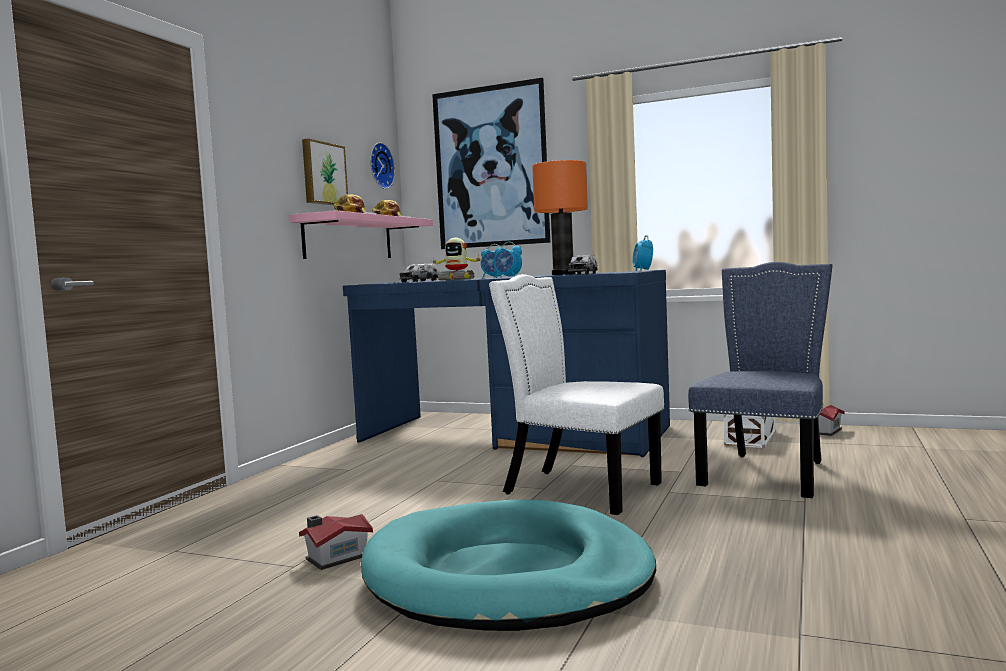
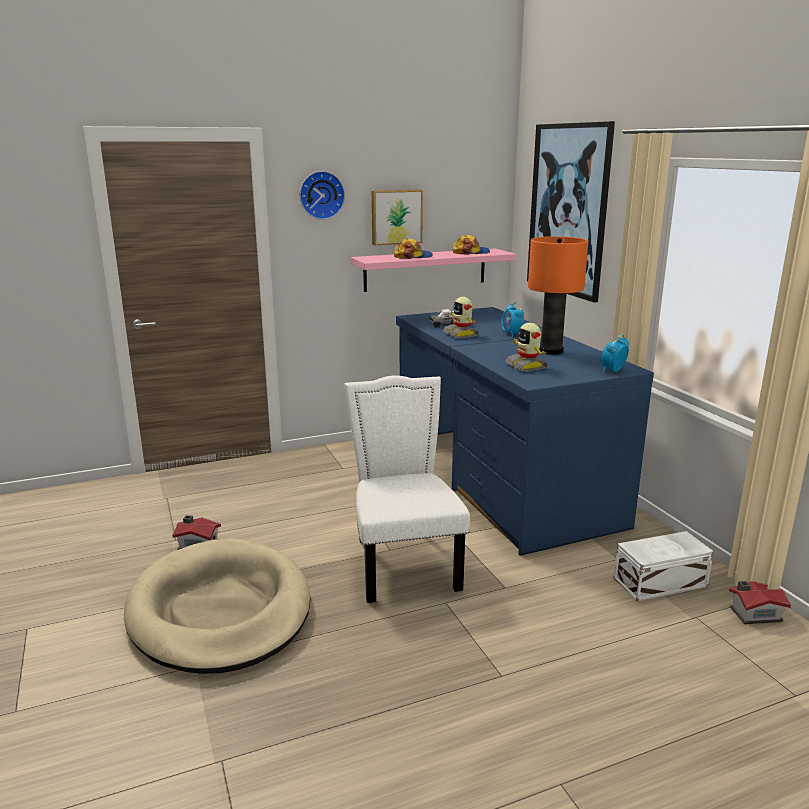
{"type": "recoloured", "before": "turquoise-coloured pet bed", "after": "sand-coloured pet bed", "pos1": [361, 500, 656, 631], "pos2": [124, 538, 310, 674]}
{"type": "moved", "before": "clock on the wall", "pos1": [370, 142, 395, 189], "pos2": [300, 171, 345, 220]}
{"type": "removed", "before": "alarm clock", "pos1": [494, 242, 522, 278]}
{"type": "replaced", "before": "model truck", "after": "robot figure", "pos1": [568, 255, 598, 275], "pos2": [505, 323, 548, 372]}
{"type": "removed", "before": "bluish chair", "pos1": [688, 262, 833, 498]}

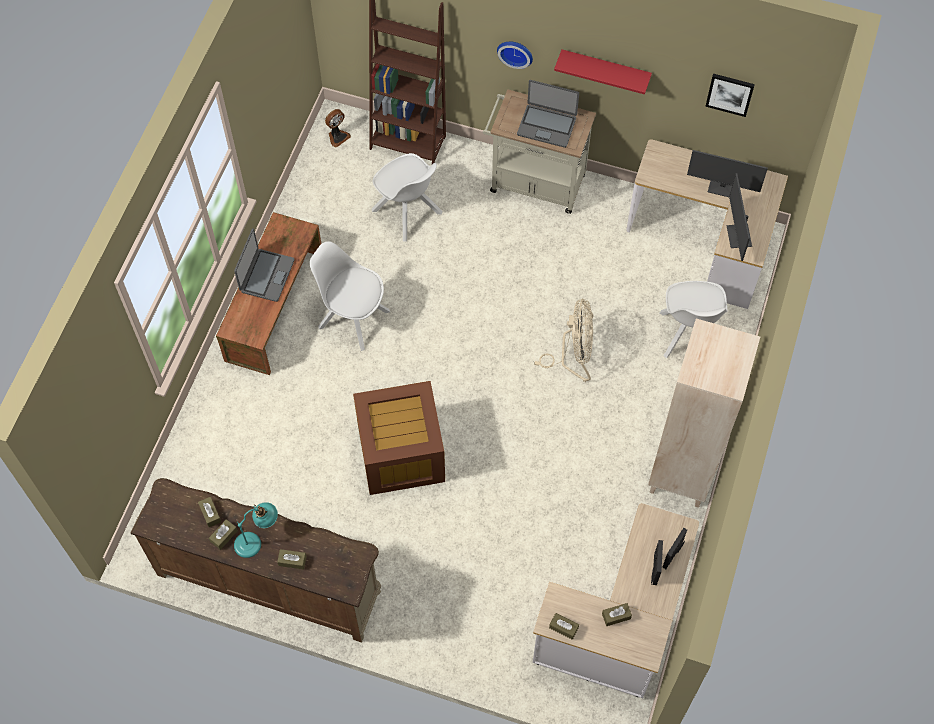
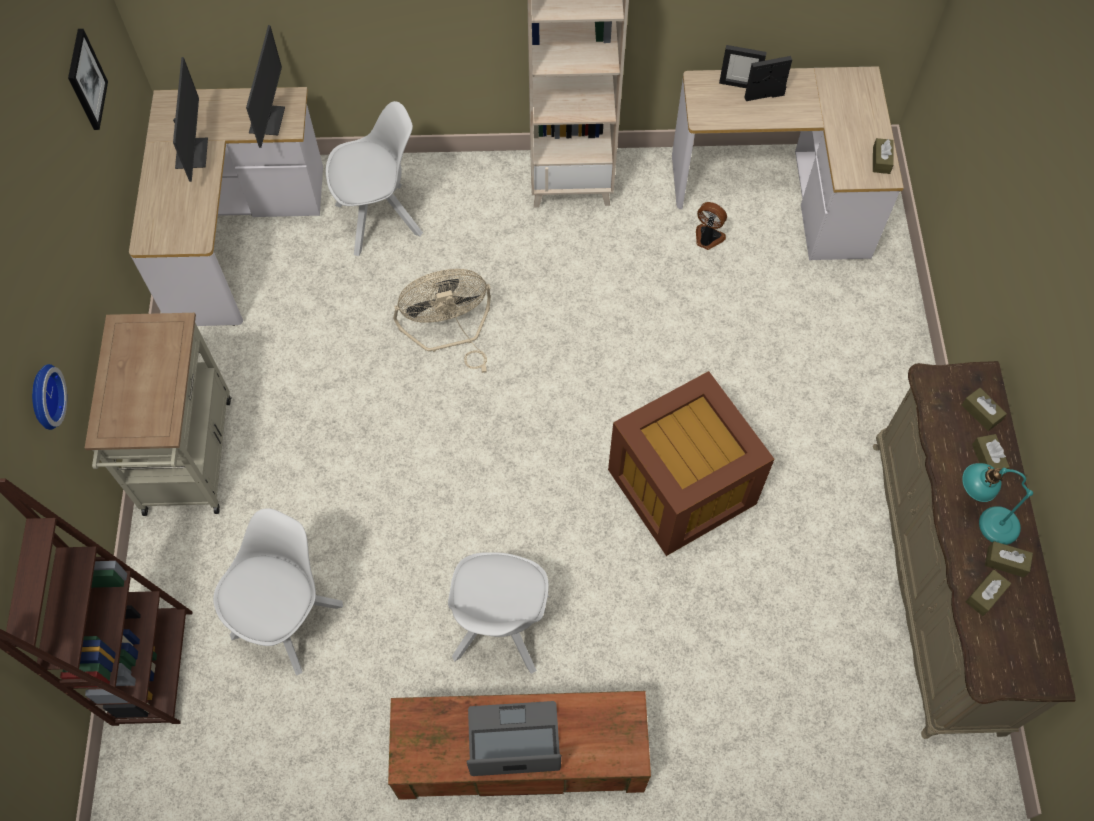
{"type": "moved", "before": "fan", "pos1": [325, 109, 351, 148], "pos2": [696, 202, 727, 250]}
{"type": "removed", "before": "laptop", "pos1": [517, 80, 579, 148]}
{"type": "removed", "before": "red wall shelf", "pos1": [554, 49, 652, 94]}
{"type": "moved", "before": "brown tissue holder", "pos1": [602, 603, 632, 626], "pos2": [962, 388, 1007, 431]}
{"type": "turned", "before": "monitor", "pos1": [727, 173, 752, 261], "pos2": [246, 25, 285, 148], "turn": -60}

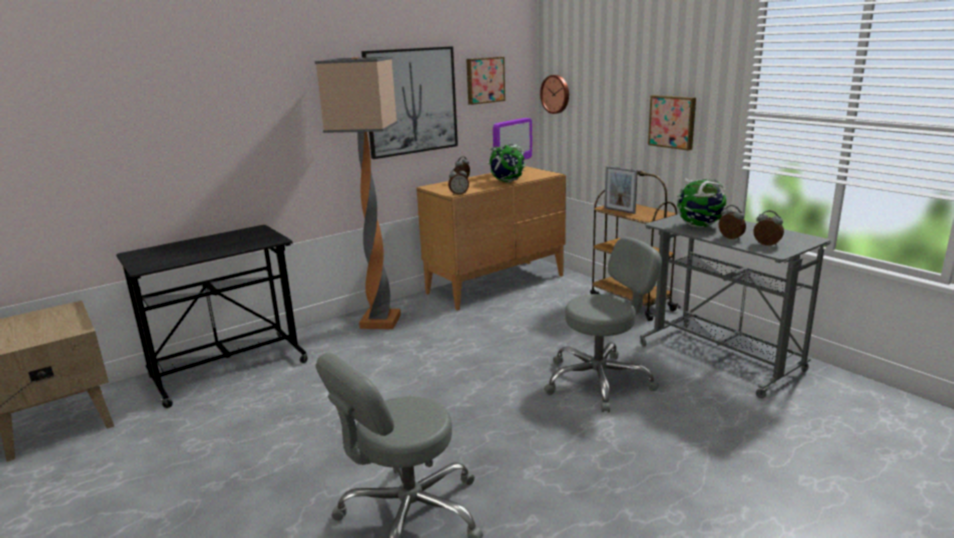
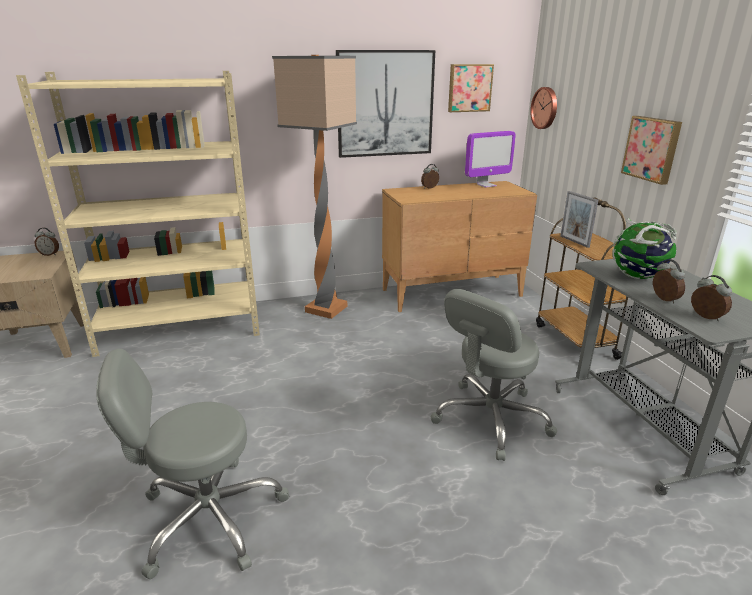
{"type": "replaced", "before": "blackish desk", "after": "sand-coloured bookshelf", "pos1": [116, 225, 308, 408], "pos2": [16, 71, 260, 357]}
{"type": "moved", "before": "alarm clock", "pos1": [448, 167, 469, 195], "pos2": [35, 228, 59, 256]}
{"type": "removed", "before": "world globe", "pos1": [488, 143, 526, 183]}
{"type": "turned", "before": "greyish desk chair", "pos1": [544, 237, 662, 412], "pos2": [431, 289, 557, 461], "turn": 135}

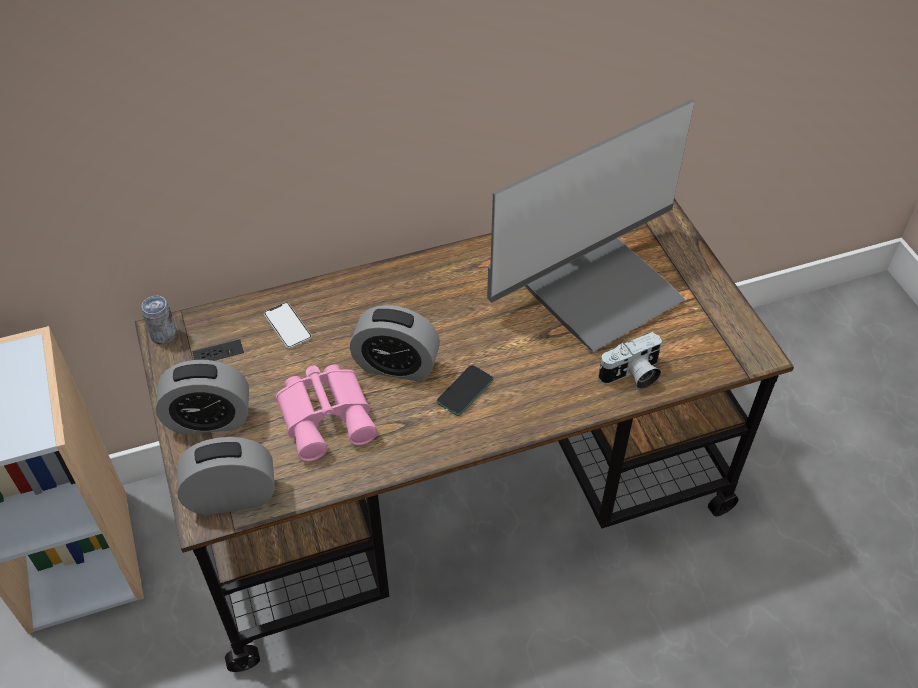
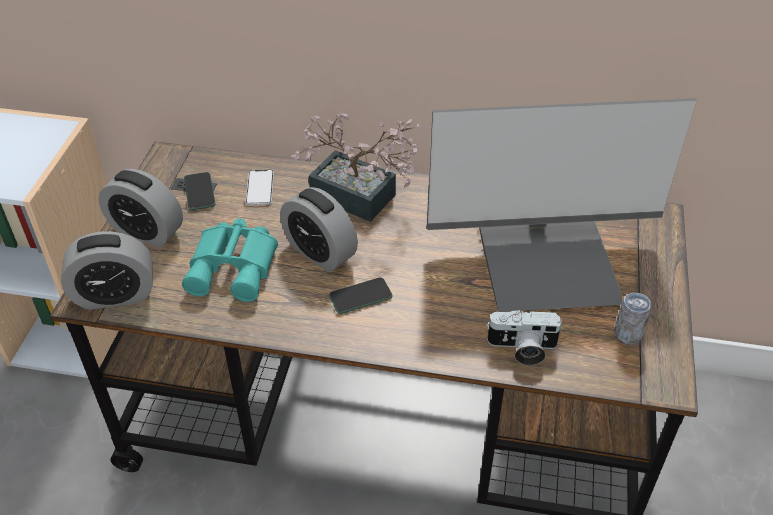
{"type": "moved", "before": "sealed can", "pos1": [141, 296, 177, 344], "pos2": [613, 293, 651, 345]}
{"type": "turned", "before": "alarm clock", "pos1": [177, 437, 275, 515], "pos2": [61, 231, 153, 310], "turn": 150}
{"type": "recoloured", "before": "pinkish binoculars", "after": "turquoise-coloured binoculars", "pos1": [276, 365, 378, 461], "pos2": [182, 218, 278, 302]}
{"type": "added", "after": "telephone", "pos2": [184, 172, 215, 210]}
{"type": "added", "after": "houseplant", "pos2": [291, 114, 422, 222]}

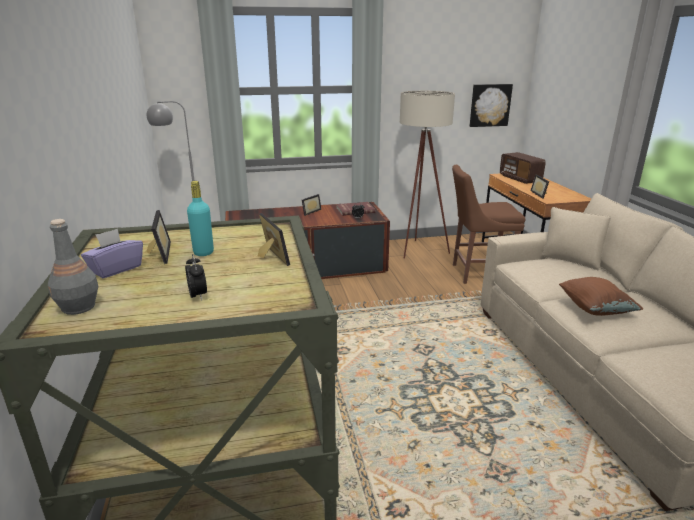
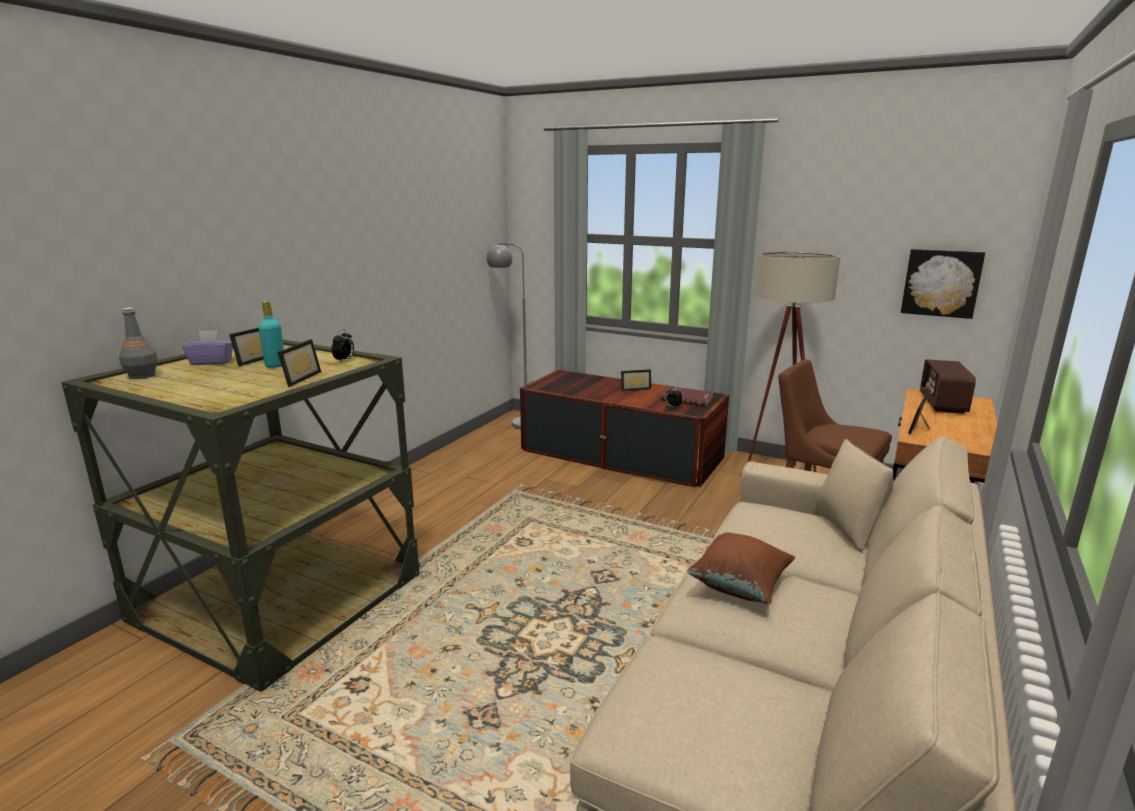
{"type": "moved", "before": "alarm clock", "pos1": [185, 254, 207, 301], "pos2": [332, 329, 354, 362]}

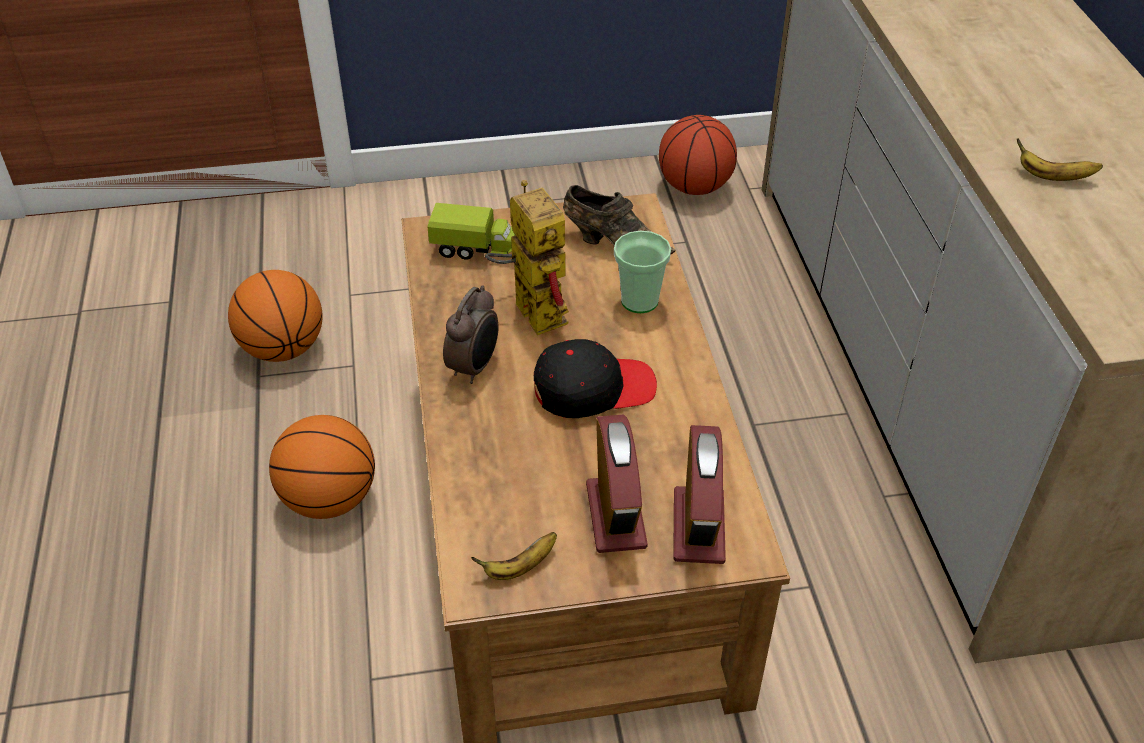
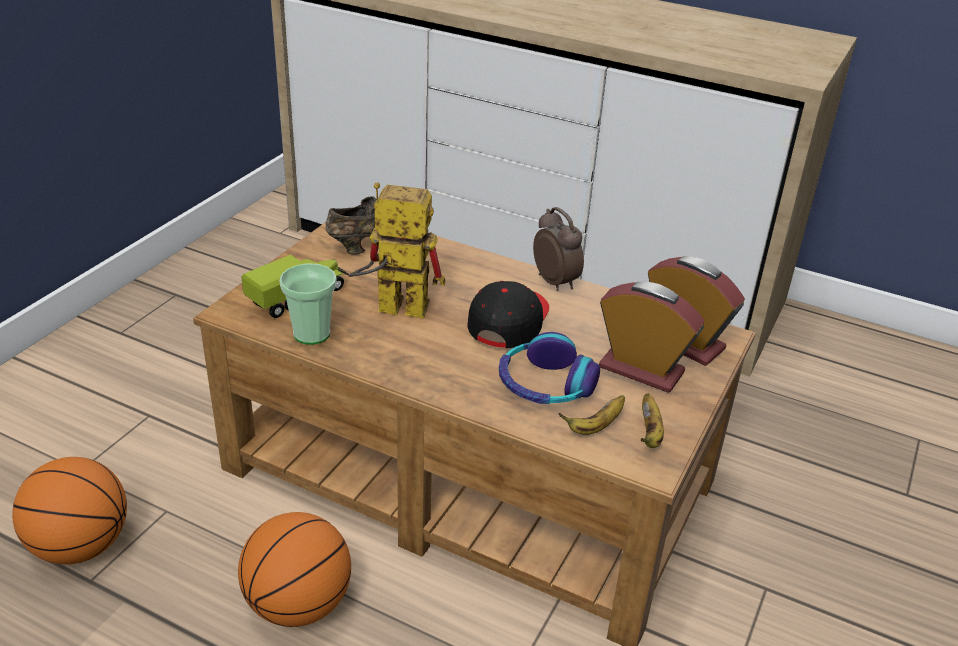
{"type": "moved", "before": "alarm clock", "pos1": [443, 285, 499, 384], "pos2": [533, 207, 584, 291]}
{"type": "moved", "before": "drinking cup", "pos1": [614, 231, 671, 313], "pos2": [279, 263, 337, 345]}
{"type": "removed", "before": "basketball ball", "pos1": [659, 115, 737, 195]}
{"type": "moved", "before": "banana", "pos1": [1017, 138, 1103, 181], "pos2": [558, 395, 625, 435]}
{"type": "added", "after": "pair of headphones", "pos2": [499, 332, 600, 404]}

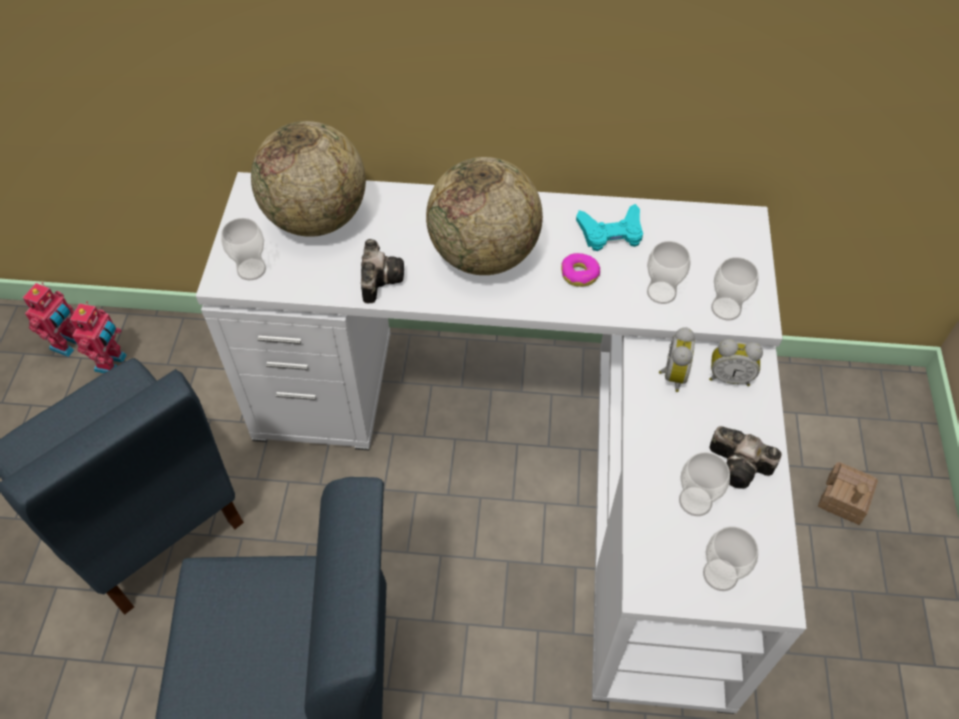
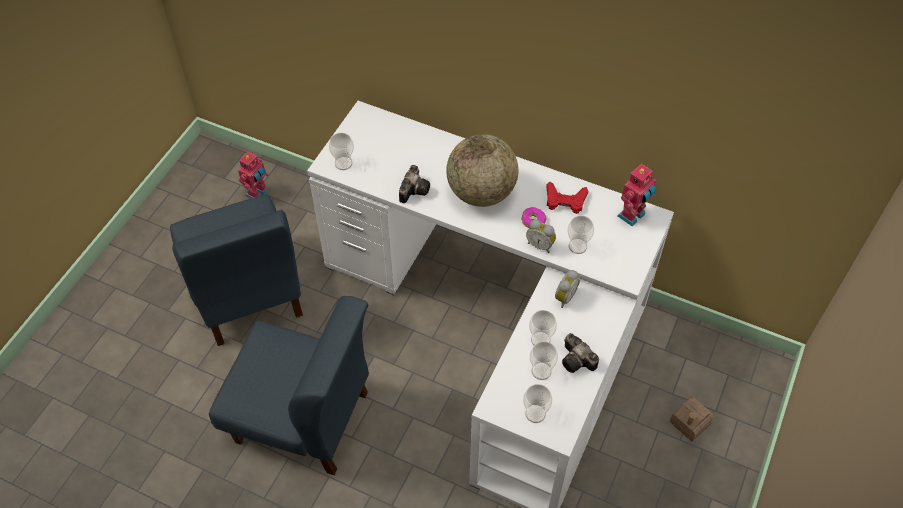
{"type": "moved", "before": "robot figure", "pos1": [23, 282, 77, 357], "pos2": [618, 164, 656, 227]}
{"type": "removed", "before": "world globe", "pos1": [251, 121, 366, 237]}
{"type": "recoloured", "before": "turquoise-coloured gamepad", "after": "red gamepad", "pos1": [576, 204, 643, 251], "pos2": [546, 181, 588, 214]}
{"type": "moved", "before": "alarm clock", "pos1": [709, 339, 763, 386], "pos2": [526, 219, 556, 253]}
{"type": "moved", "before": "drinking cup", "pos1": [711, 257, 758, 320], "pos2": [529, 310, 557, 345]}

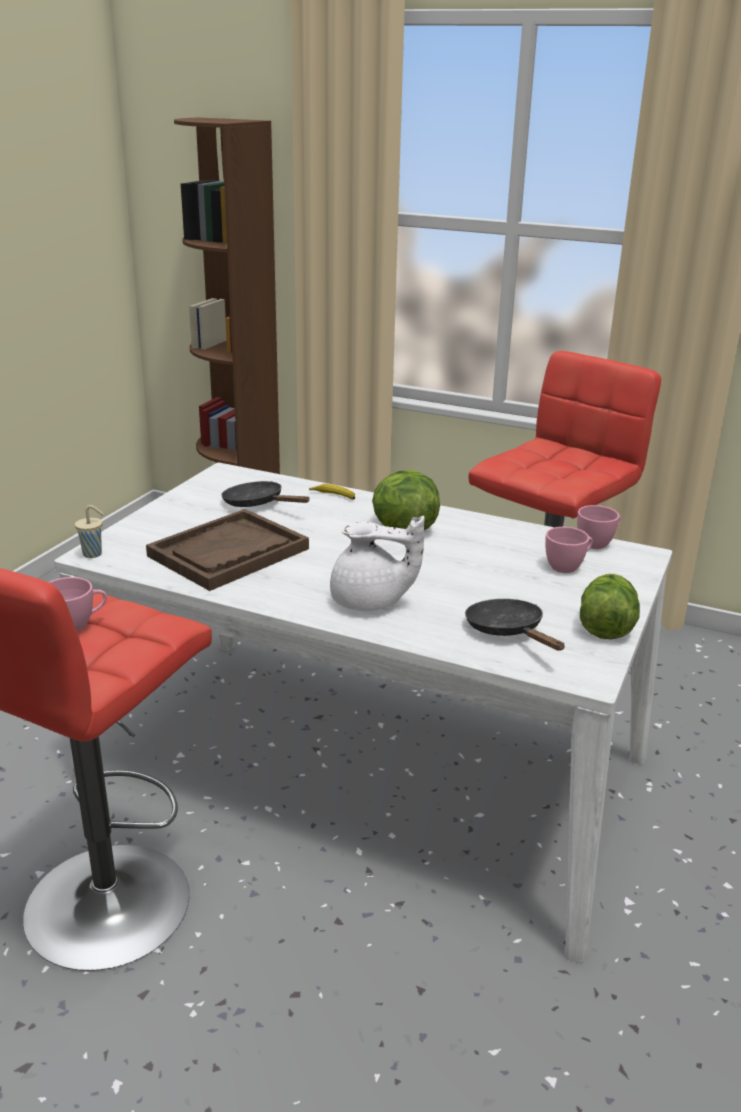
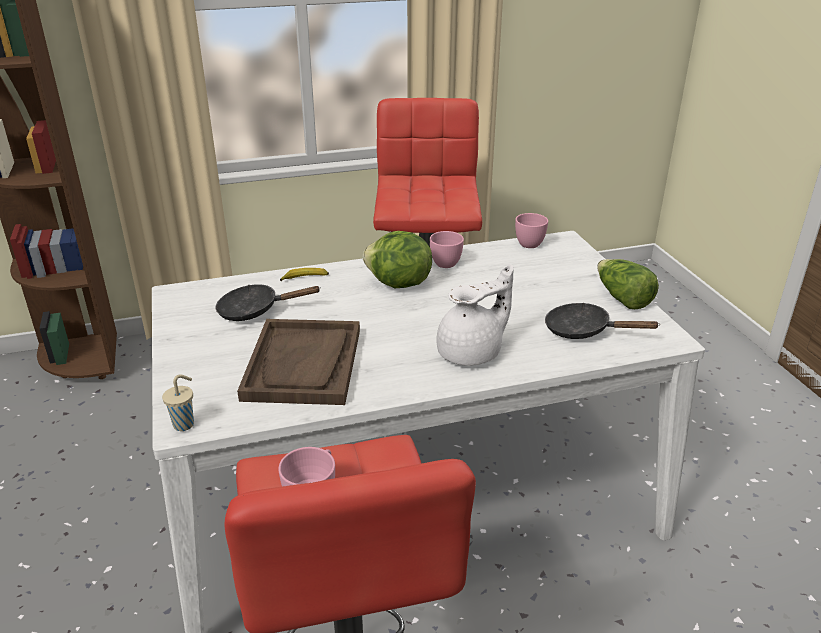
{"type": "moved", "before": "pinkish drinking cup", "pos1": [545, 527, 593, 573], "pos2": [430, 231, 464, 268]}

